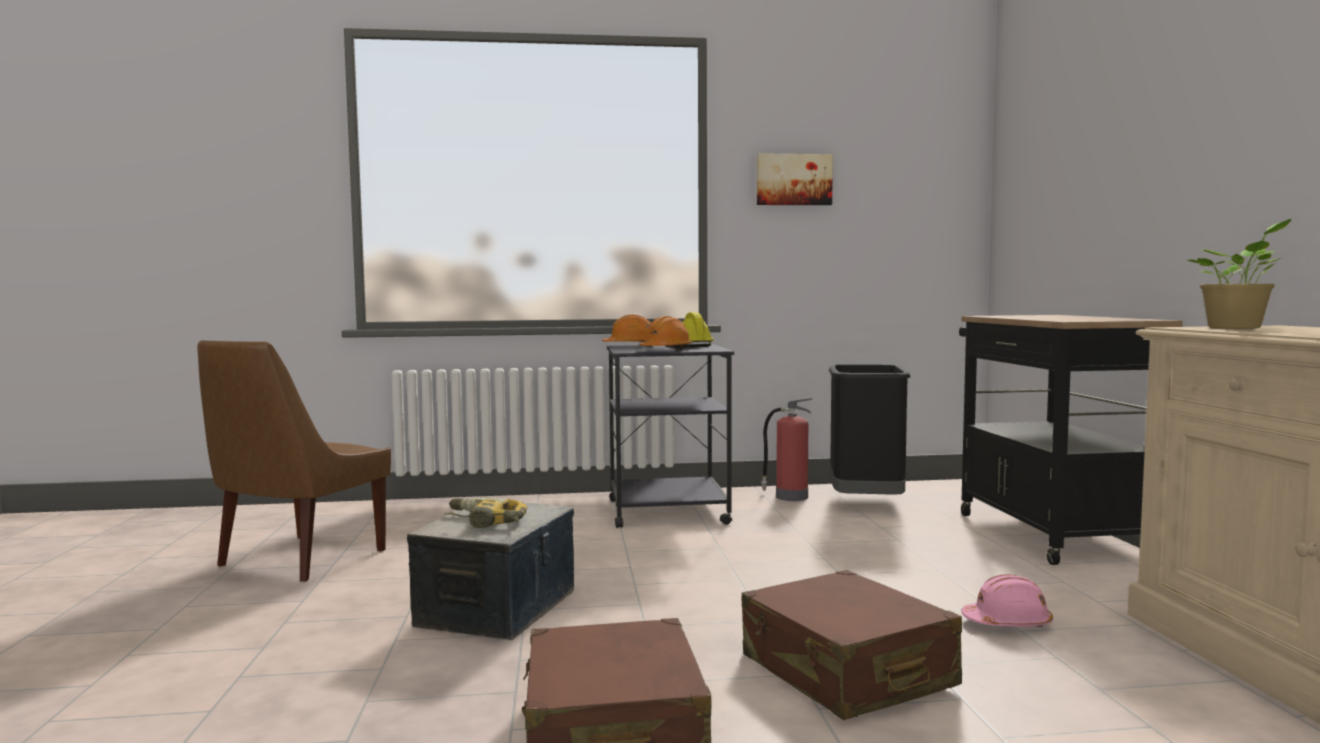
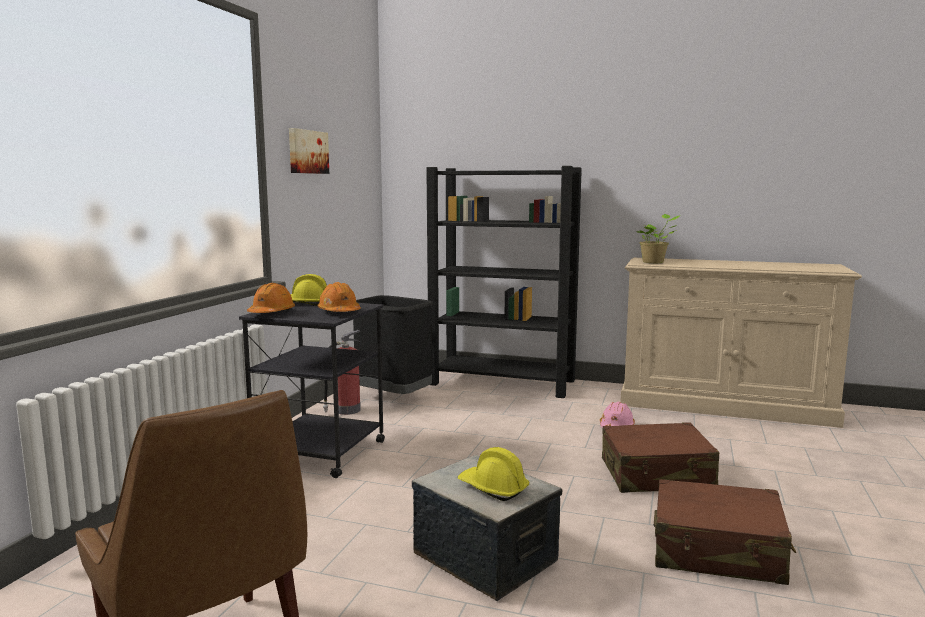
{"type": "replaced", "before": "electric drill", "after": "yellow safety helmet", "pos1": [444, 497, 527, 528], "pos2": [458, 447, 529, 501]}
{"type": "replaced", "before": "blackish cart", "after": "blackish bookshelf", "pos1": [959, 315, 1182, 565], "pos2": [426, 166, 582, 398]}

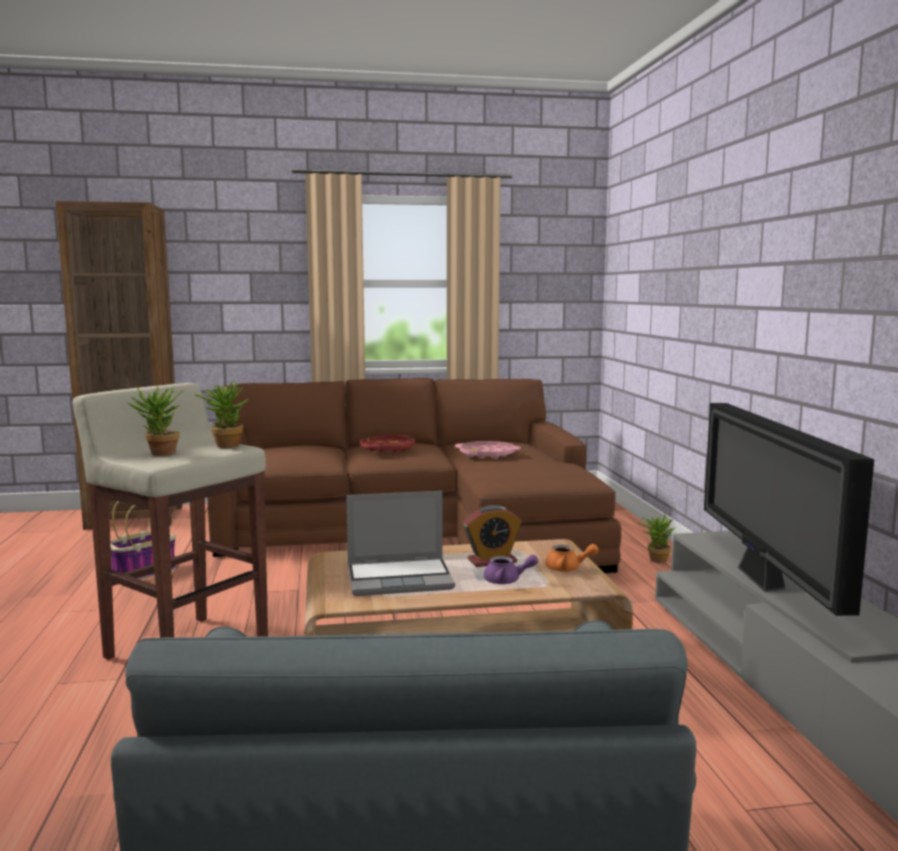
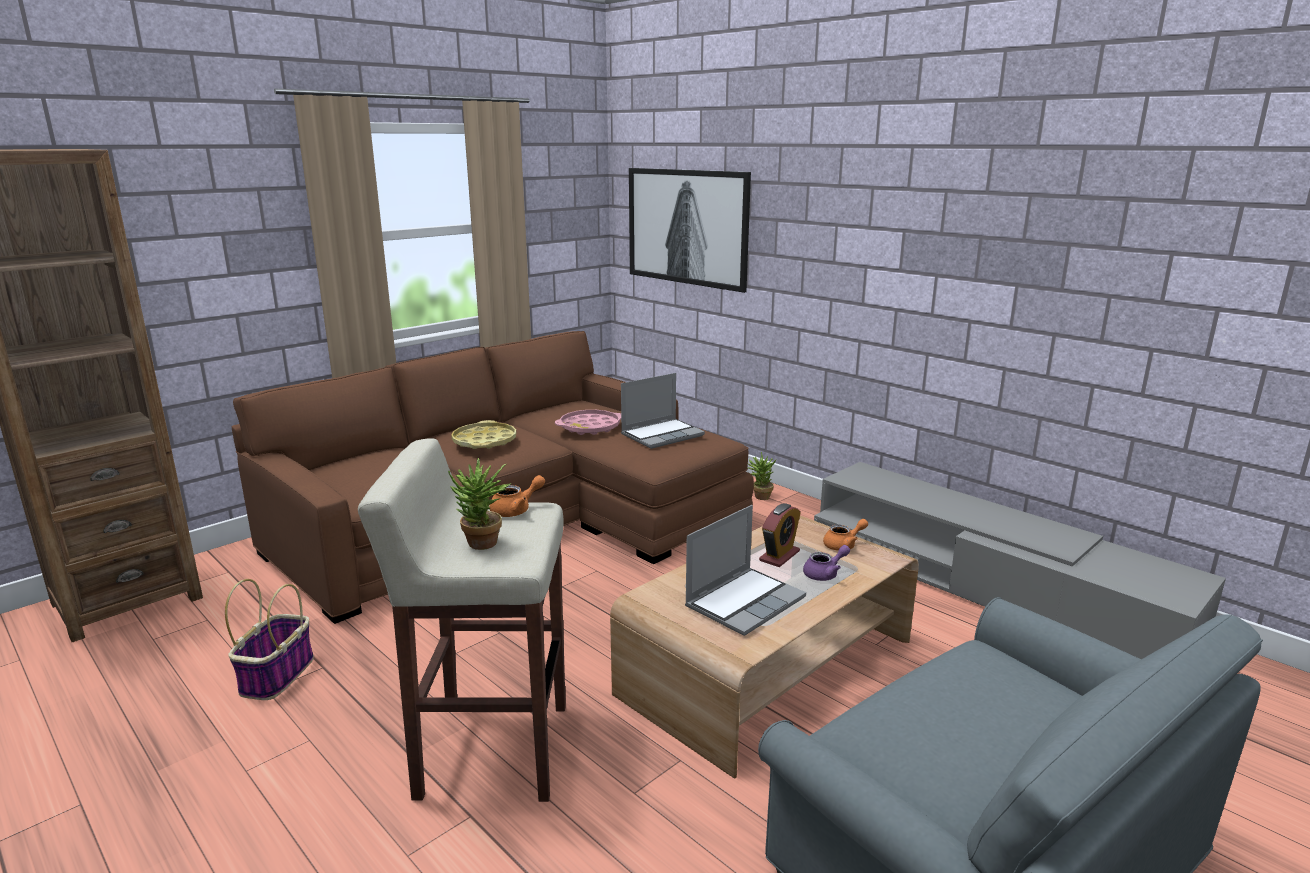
{"type": "replaced", "before": "houseplant", "after": "orangey teapot", "pos1": [195, 380, 248, 448], "pos2": [489, 475, 545, 517]}
{"type": "recoloured", "before": "red carrying tray", "after": "yellow carrying tray", "pos1": [360, 435, 415, 453], "pos2": [451, 420, 516, 449]}
{"type": "removed", "before": "TV set", "pos1": [704, 403, 874, 616]}
{"type": "added", "after": "laptop", "pos2": [621, 373, 705, 449]}
{"type": "added", "after": "wall art", "pos2": [629, 168, 751, 293]}

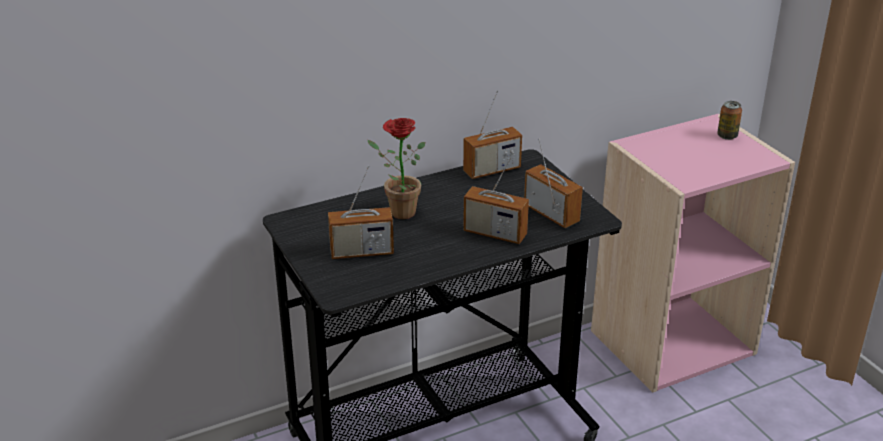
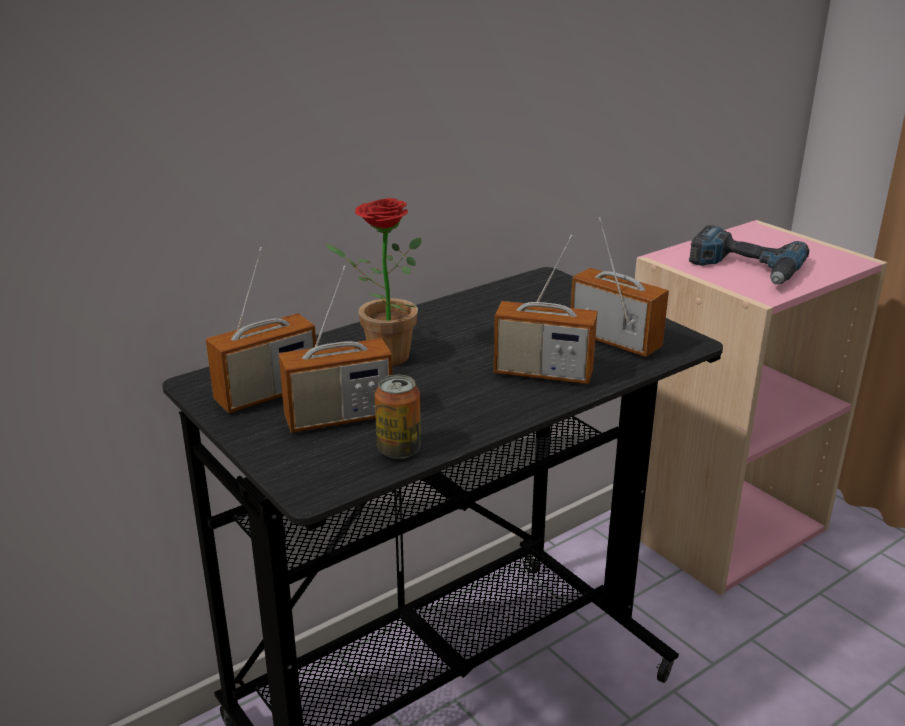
{"type": "moved", "before": "radio receiver", "pos1": [463, 90, 522, 179], "pos2": [206, 247, 316, 413]}
{"type": "moved", "before": "sealed can", "pos1": [717, 101, 742, 140], "pos2": [375, 375, 421, 459]}
{"type": "added", "after": "electric drill", "pos2": [689, 225, 809, 284]}

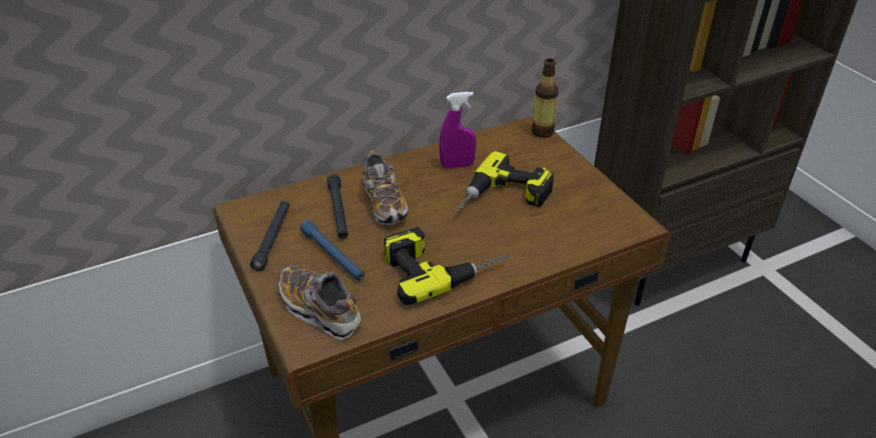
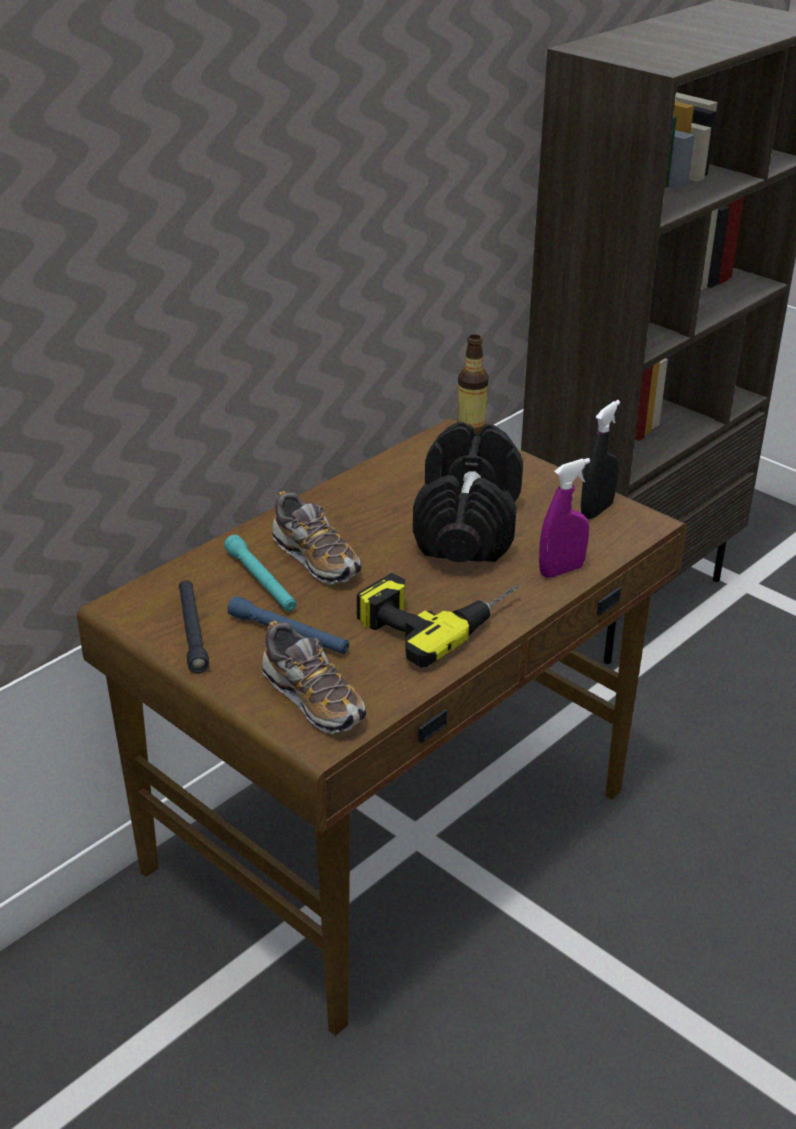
{"type": "turned", "before": "low shoe", "pos1": [278, 266, 361, 339], "pos2": [262, 621, 366, 734], "turn": -150}
{"type": "recoloured", "before": "blackish hand torch", "after": "turquoise-coloured hand torch", "pos1": [327, 174, 348, 239], "pos2": [224, 535, 297, 611]}
{"type": "moved", "before": "purplish spray bottle", "pos1": [439, 92, 476, 169], "pos2": [539, 458, 590, 578]}
{"type": "replaced", "before": "electric drill", "after": "blackish hand weight", "pos1": [454, 151, 554, 214], "pos2": [413, 422, 523, 562]}
{"type": "added", "after": "blackish spray bottle", "pos2": [581, 400, 620, 519]}

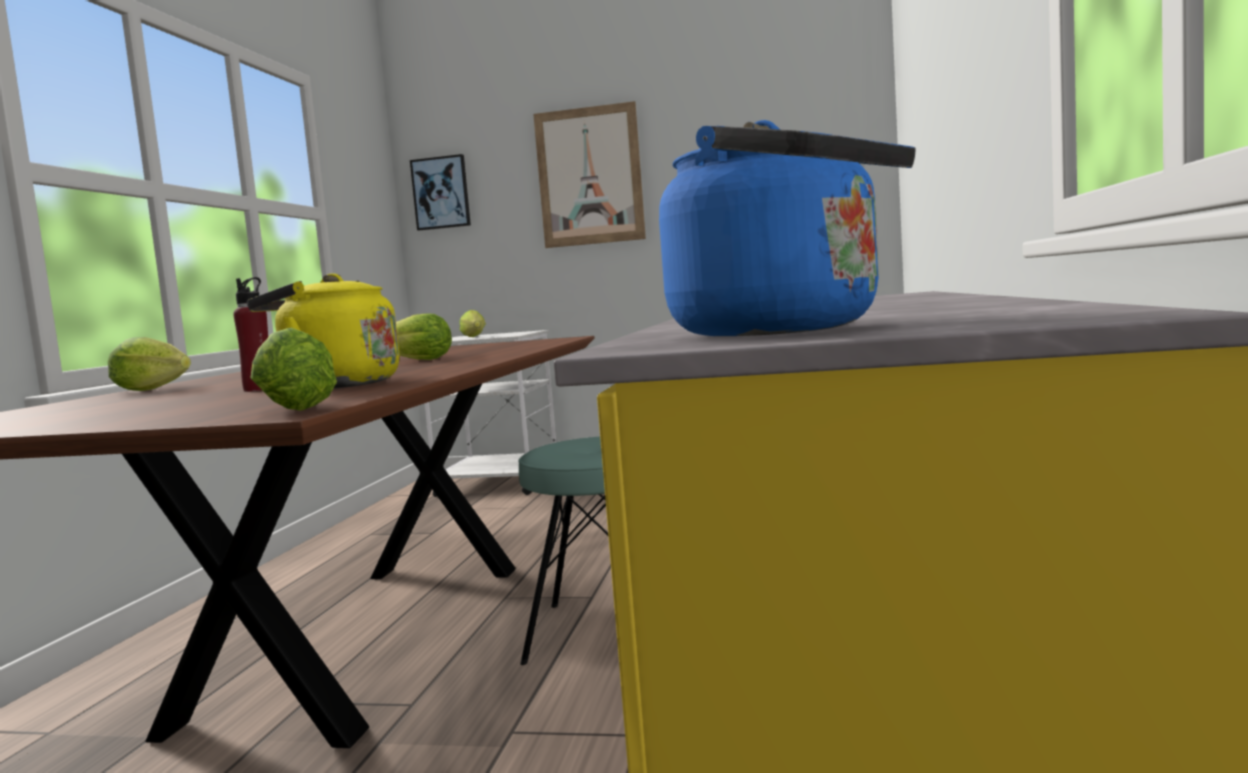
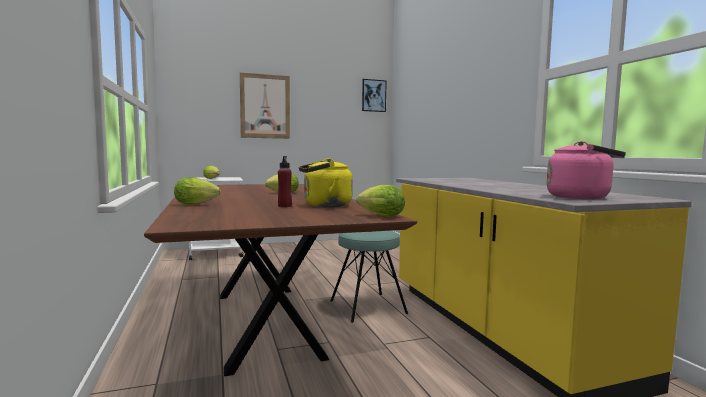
{"type": "moved", "before": "wall art", "pos1": [410, 154, 471, 231], "pos2": [362, 79, 387, 112]}
{"type": "recoloured", "before": "bluish kettle", "after": "pinkish kettle", "pos1": [659, 120, 916, 336], "pos2": [547, 141, 626, 199]}

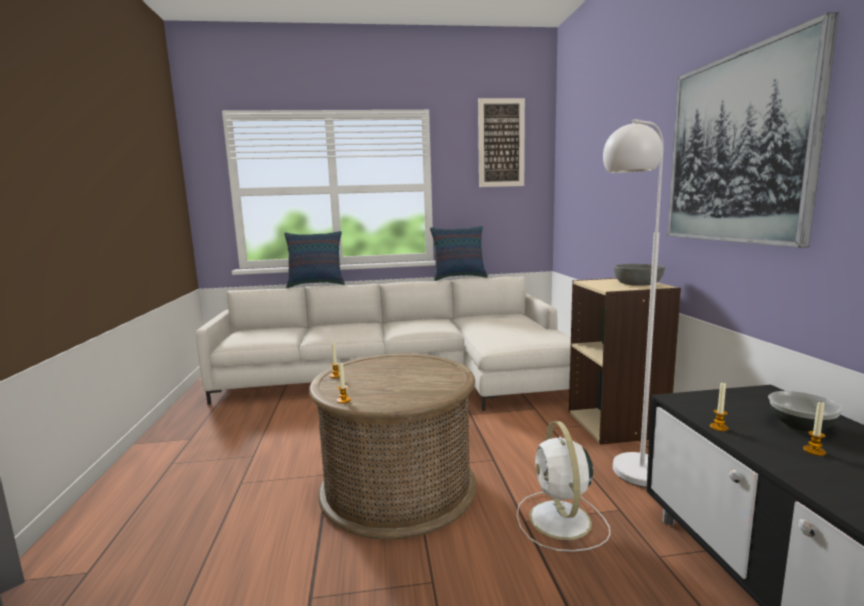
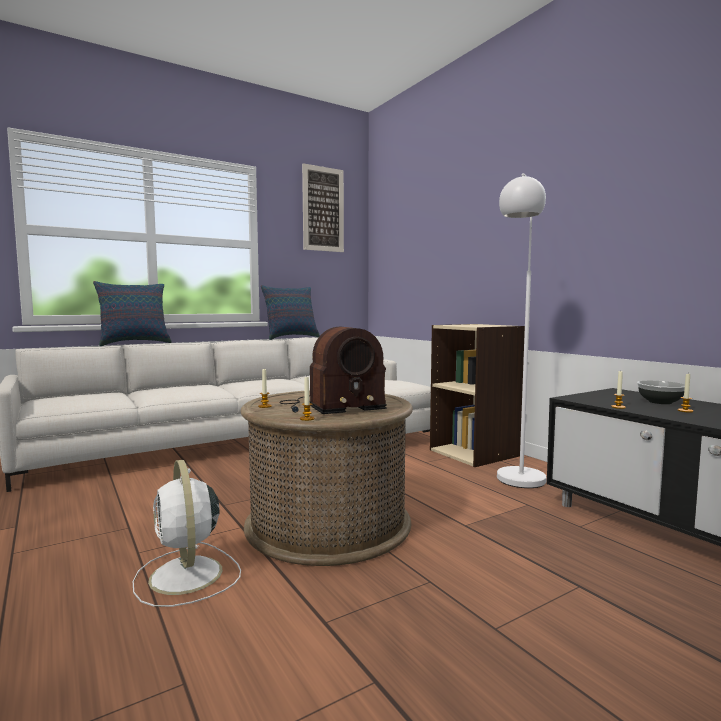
{"type": "moved", "before": "white fan", "pos1": [517, 421, 611, 552], "pos2": [133, 460, 241, 607]}
{"type": "removed", "before": "greyish bowl", "pos1": [614, 264, 665, 286]}
{"type": "removed", "before": "wall art", "pos1": [667, 12, 839, 248]}
{"type": "added", "after": "radio receiver", "pos2": [279, 327, 387, 414]}

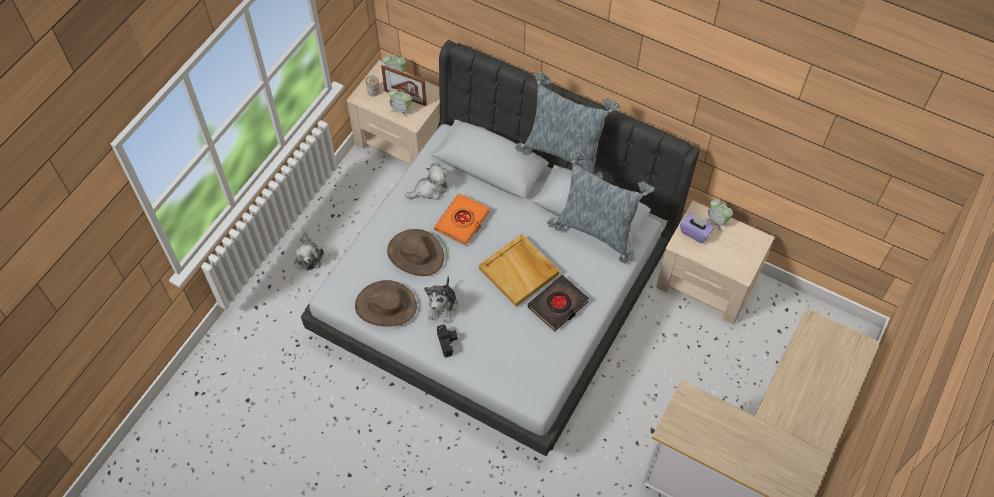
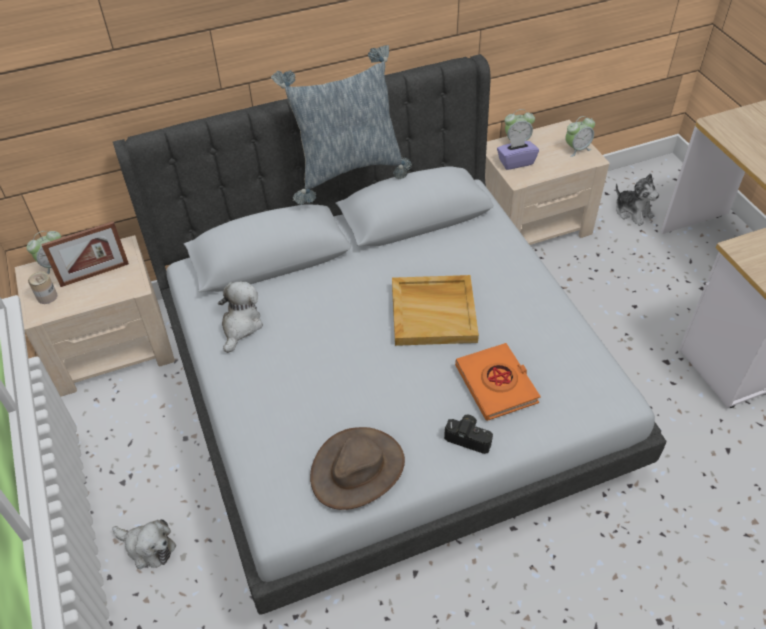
{"type": "removed", "before": "brown hat", "pos1": [387, 229, 444, 276]}
{"type": "moved", "before": "alarm clock", "pos1": [389, 89, 411, 117], "pos2": [565, 116, 595, 157]}
{"type": "moved", "before": "soft toy", "pos1": [424, 276, 458, 323], "pos2": [616, 173, 659, 226]}
{"type": "moved", "before": "orangey volume", "pos1": [434, 193, 490, 246], "pos2": [455, 343, 541, 421]}
{"type": "removed", "before": "blackish volume", "pos1": [527, 275, 589, 332]}
{"type": "removed", "before": "pillow", "pos1": [547, 151, 655, 264]}

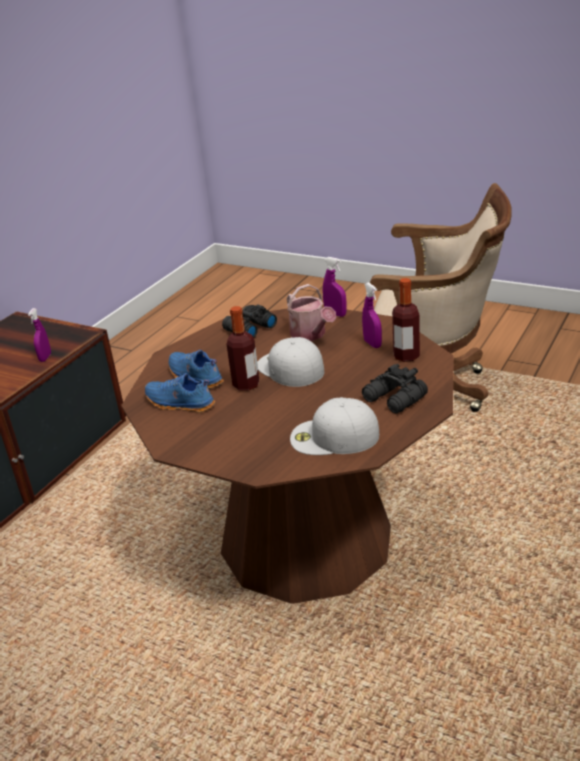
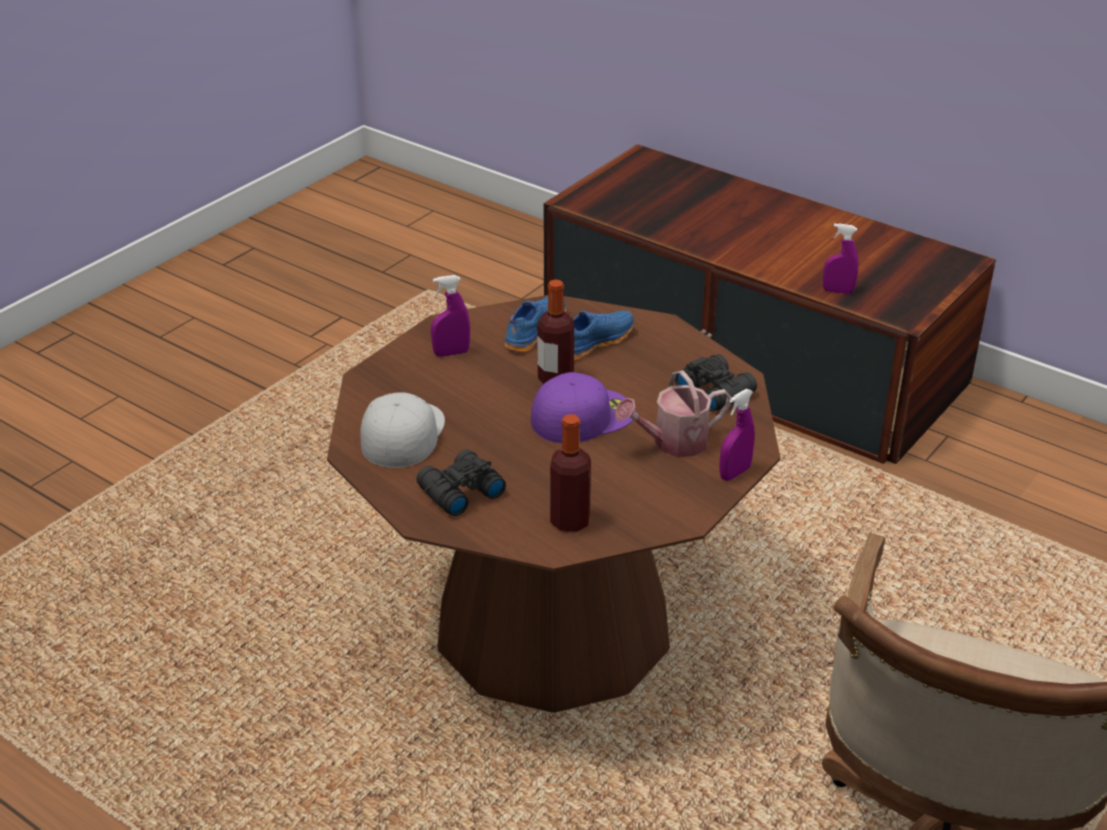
{"type": "recoloured", "before": "white peaked cap", "after": "purplish peaked cap", "pos1": [257, 337, 324, 387], "pos2": [531, 372, 635, 443]}
{"type": "moved", "before": "purplish spray bottle", "pos1": [362, 282, 382, 348], "pos2": [431, 275, 470, 357]}

